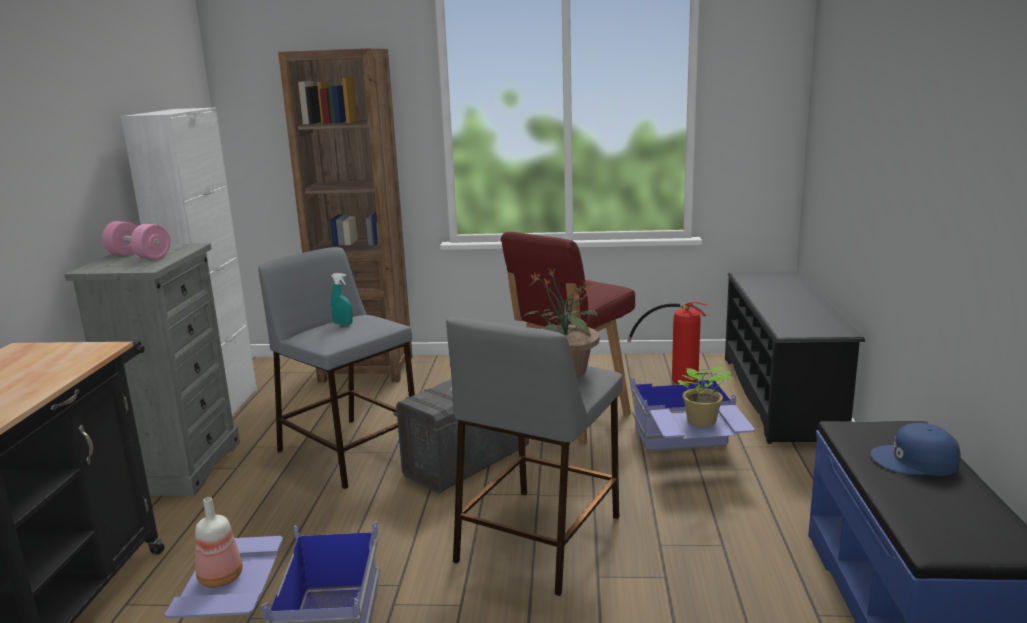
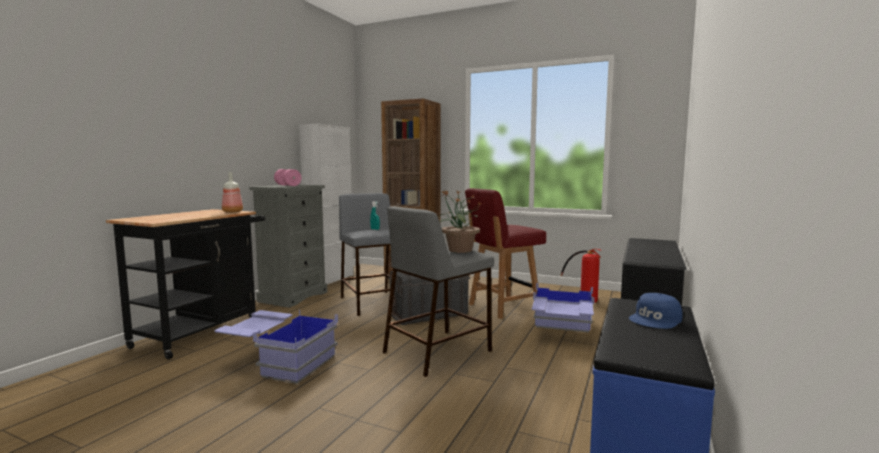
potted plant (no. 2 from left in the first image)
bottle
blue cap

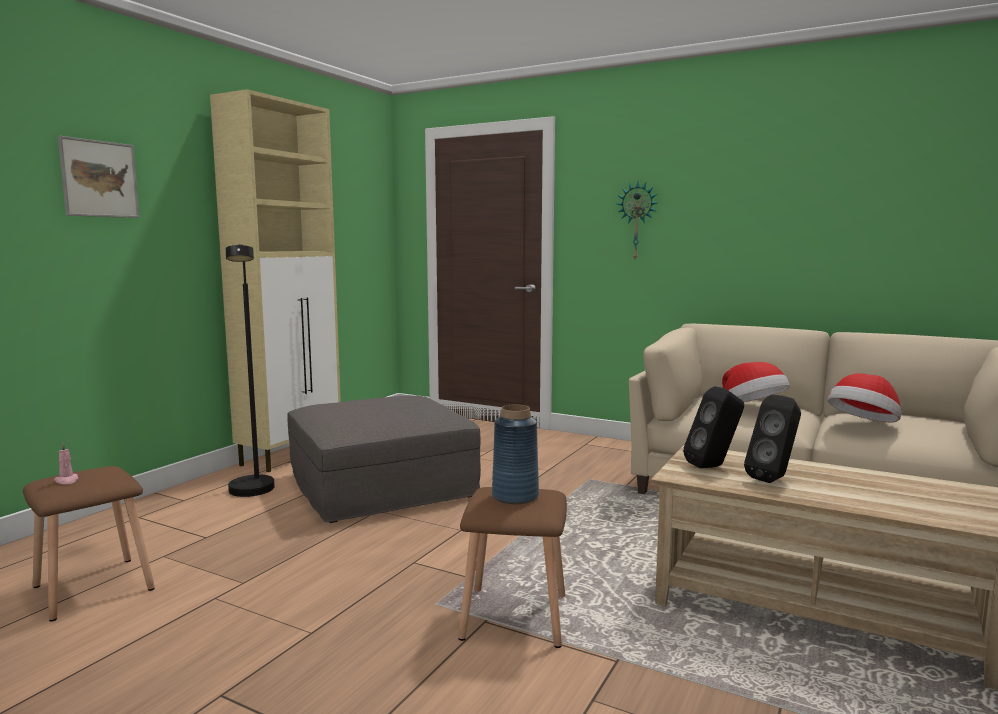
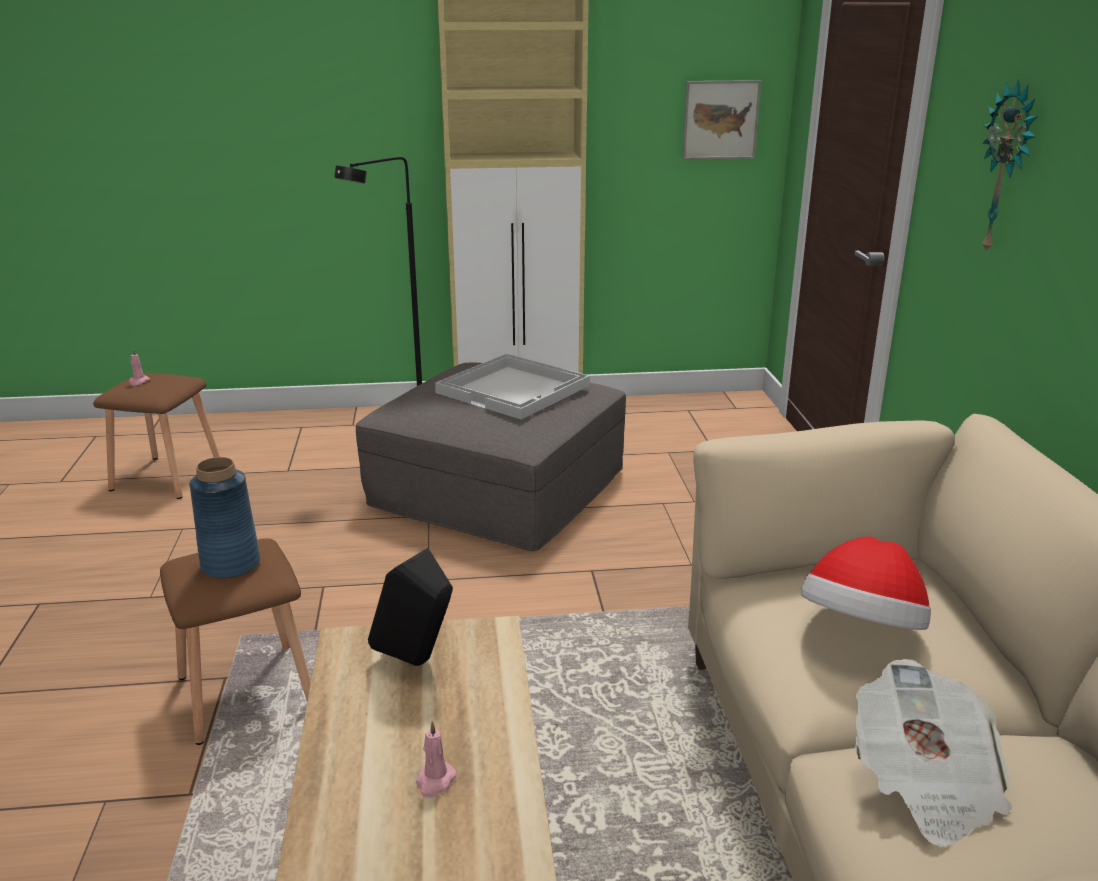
black speaker (no. 2 from left in the first image)
pink candle (no. 2 from left)
white tray
picture
newspaper

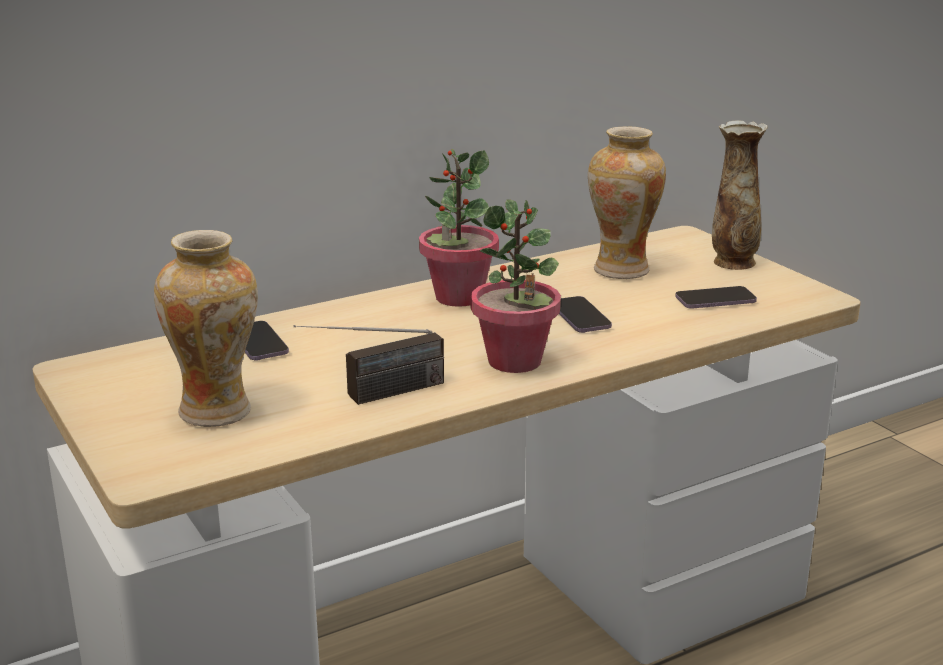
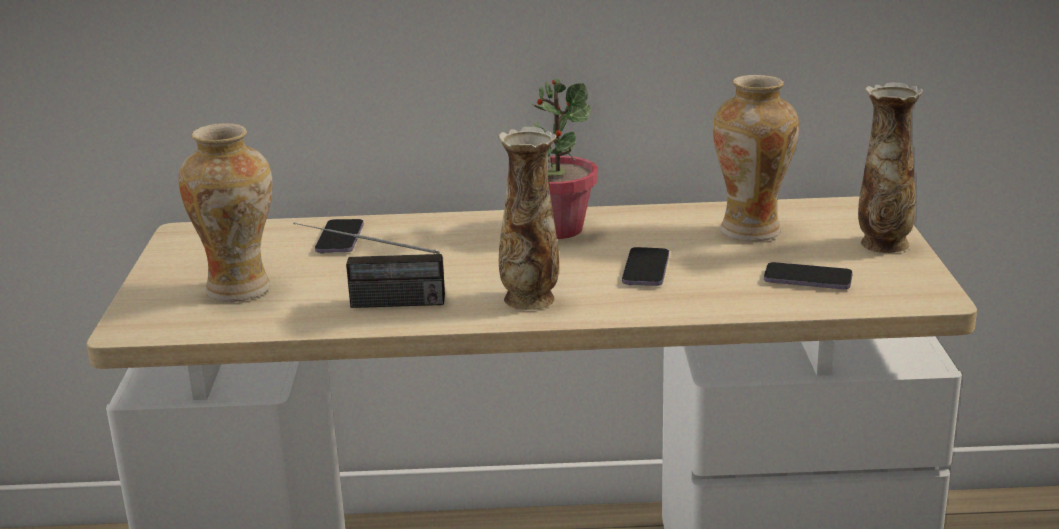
vase (no. 2 from left)

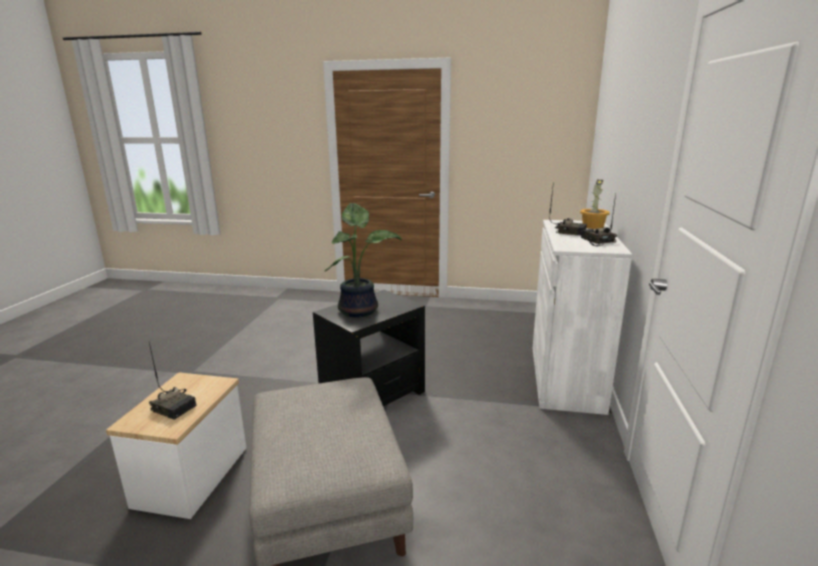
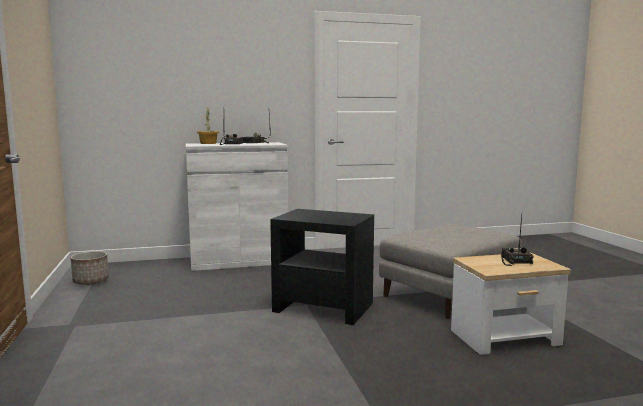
potted plant (no. 1 from left in the first image)
planter

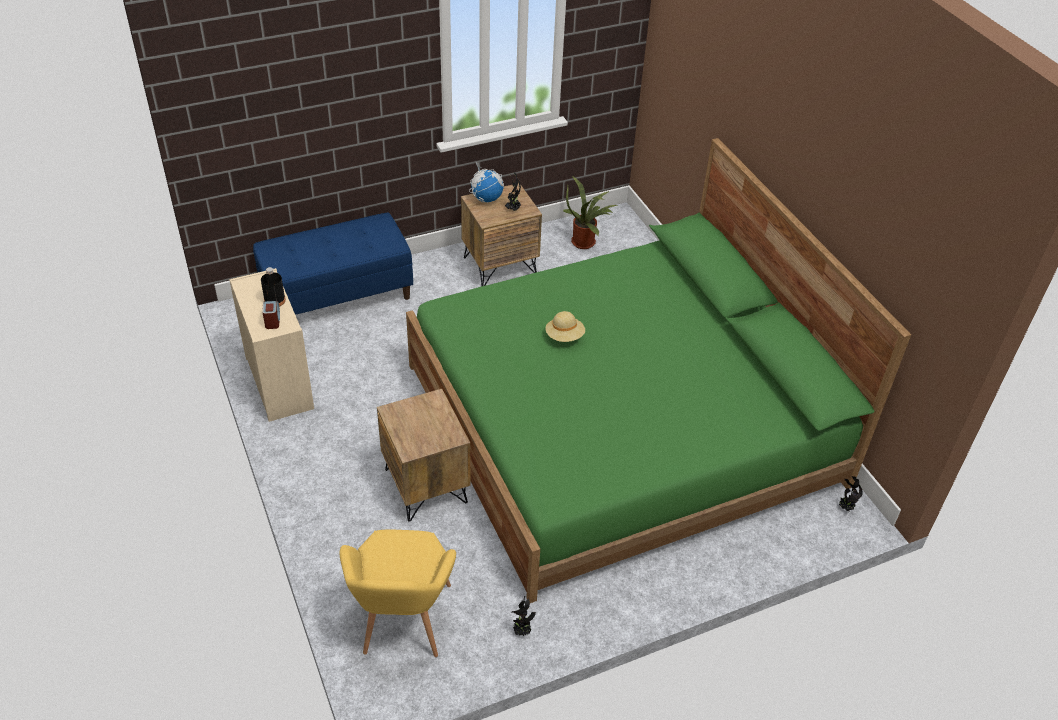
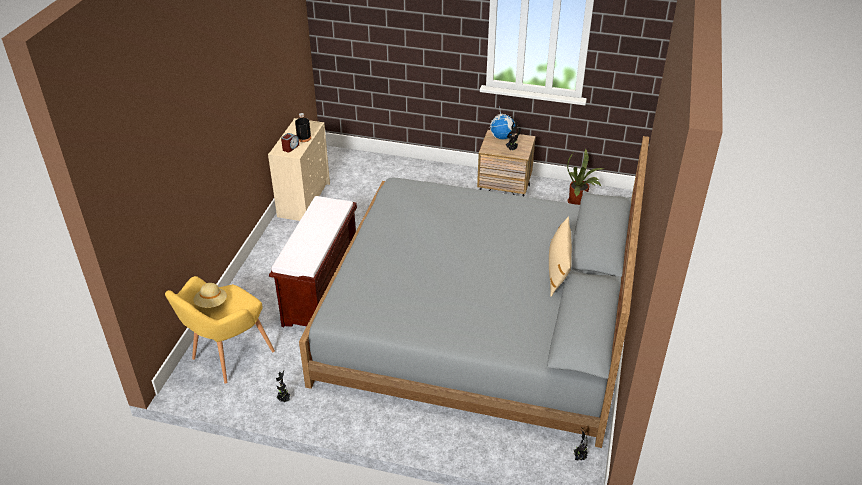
blue bench
beige pillow
beige hat
brown bench
grey bed

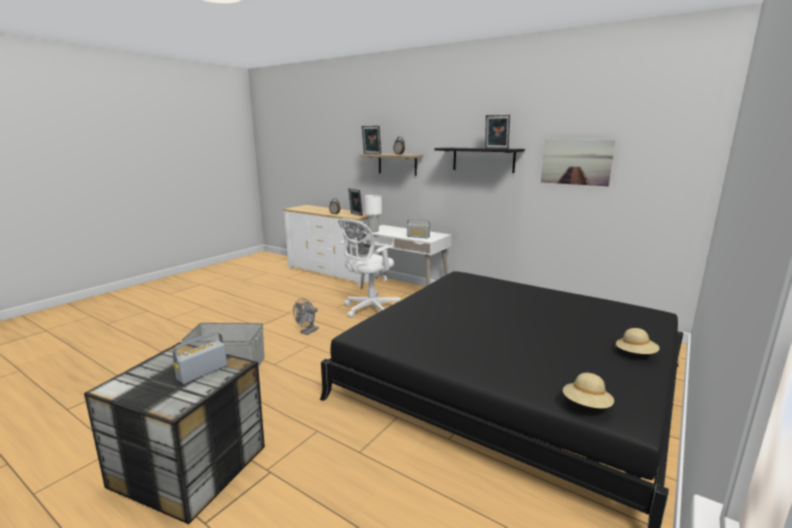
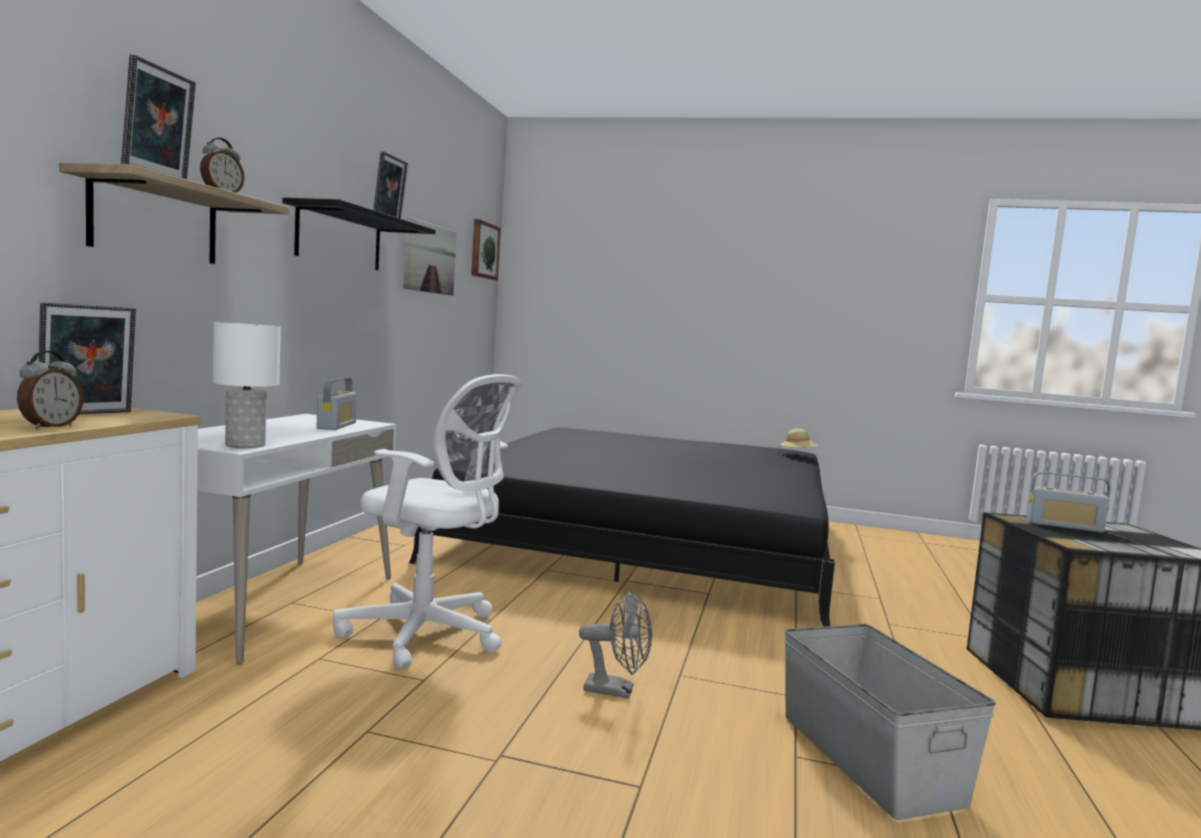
beige hat (no. 2 from left in the first image)
picture (no. 2 from left)

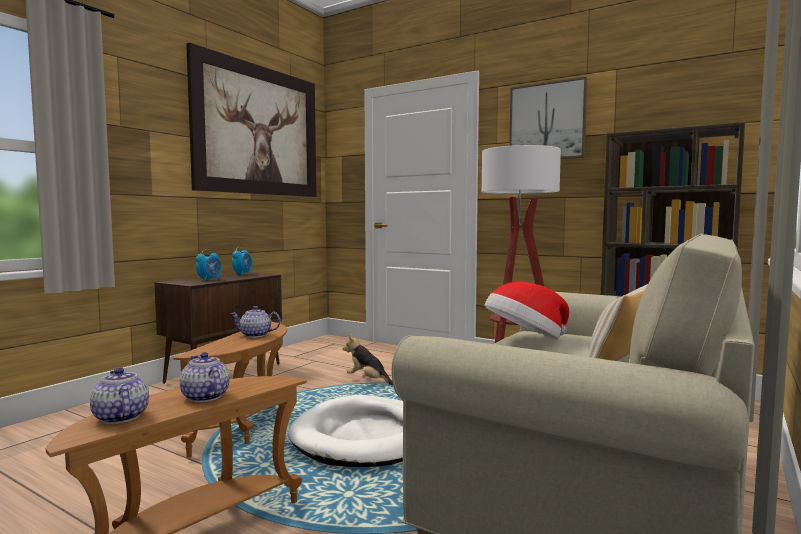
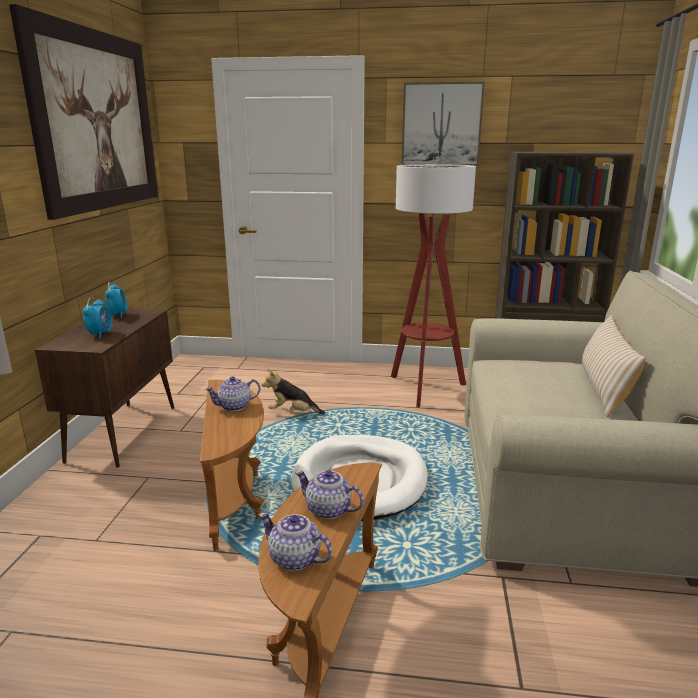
hat

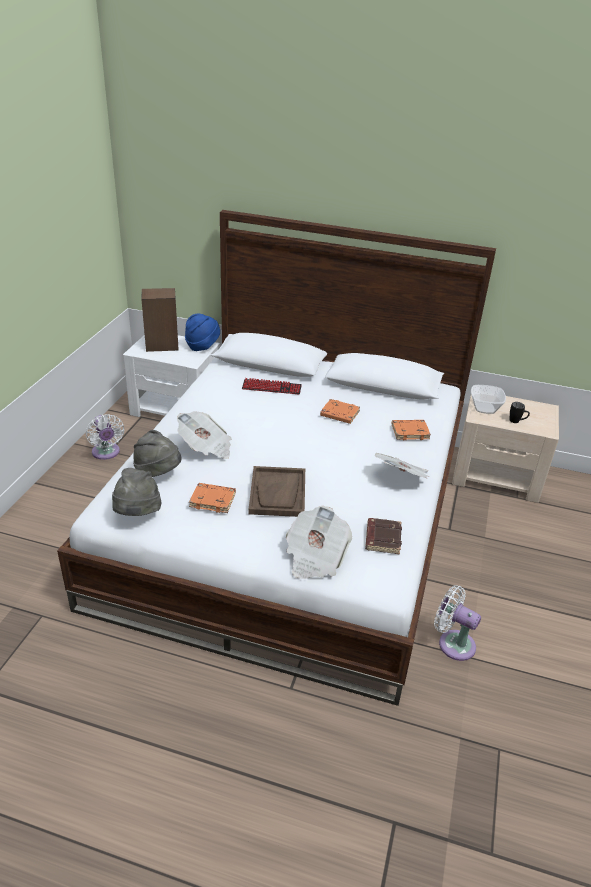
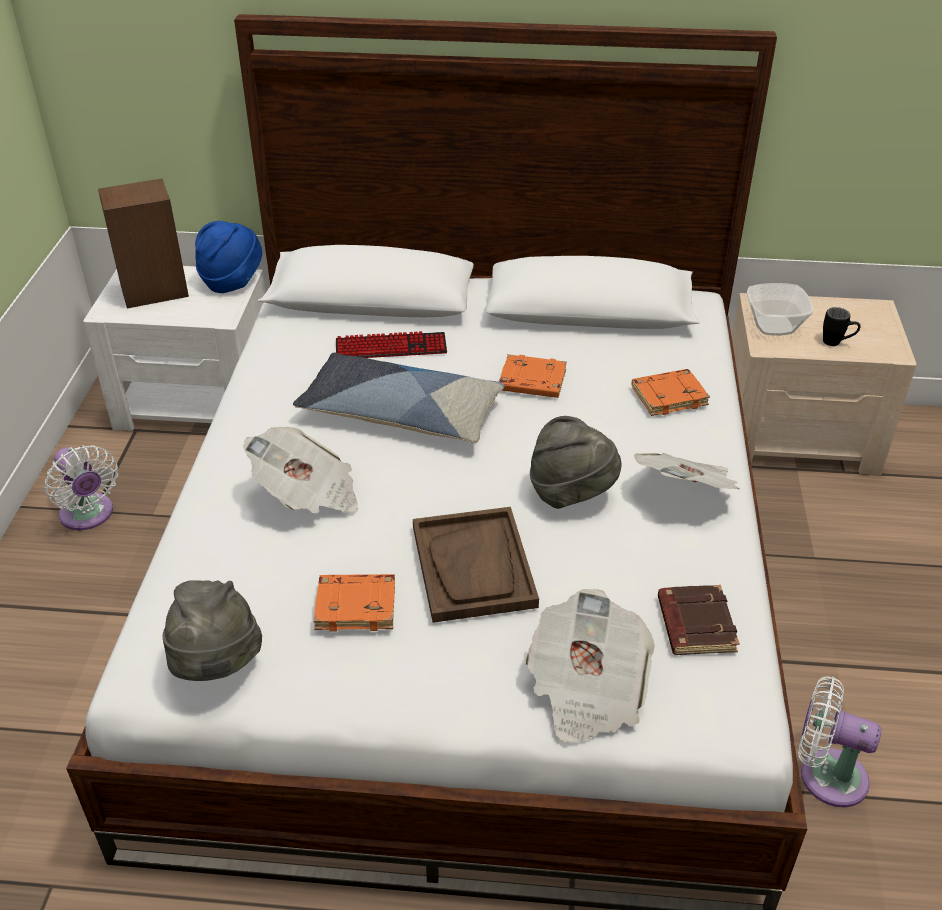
pillow
grey hat (no. 2 from left)

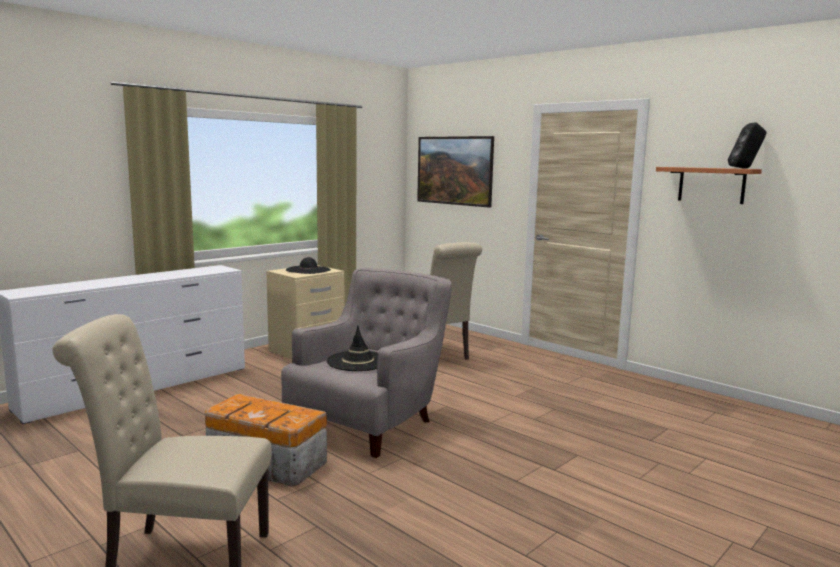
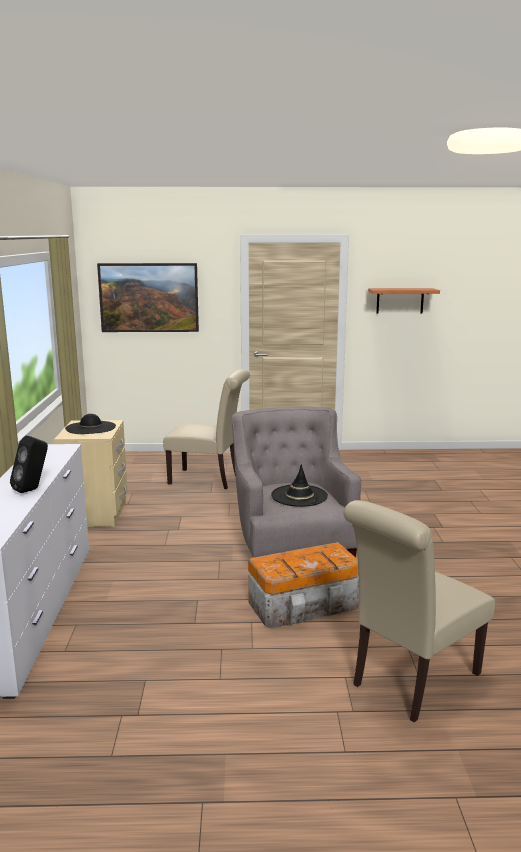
black speaker

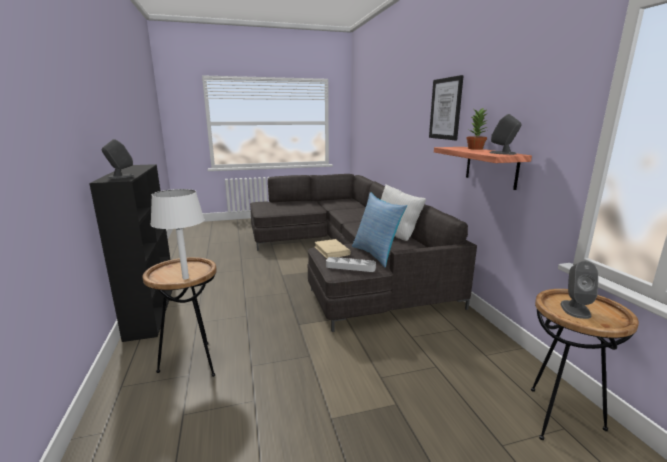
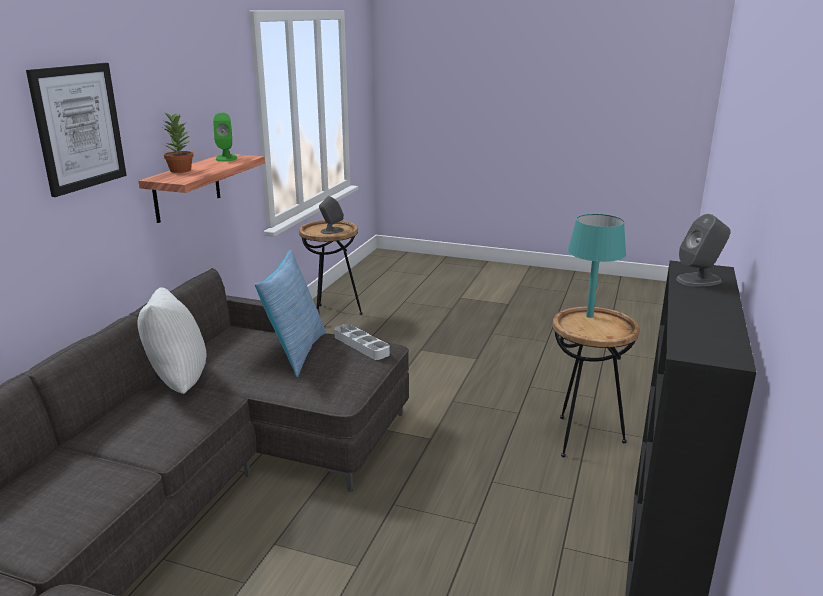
beige book
turquoise table lamp
green speaker

